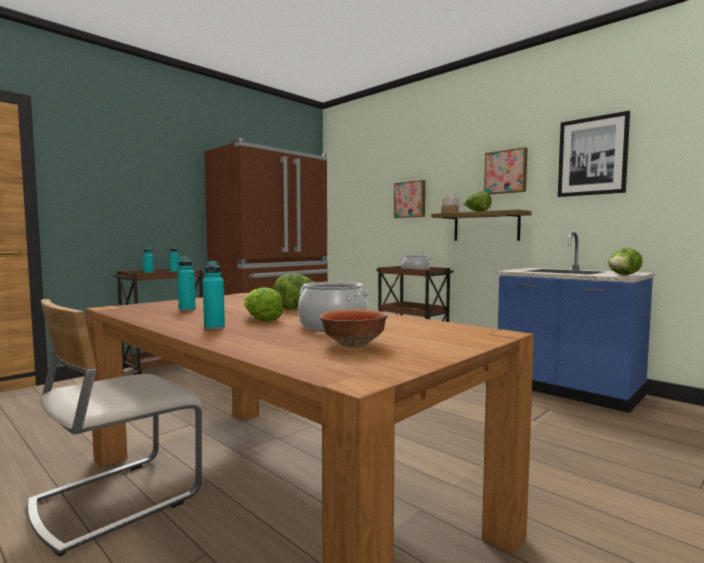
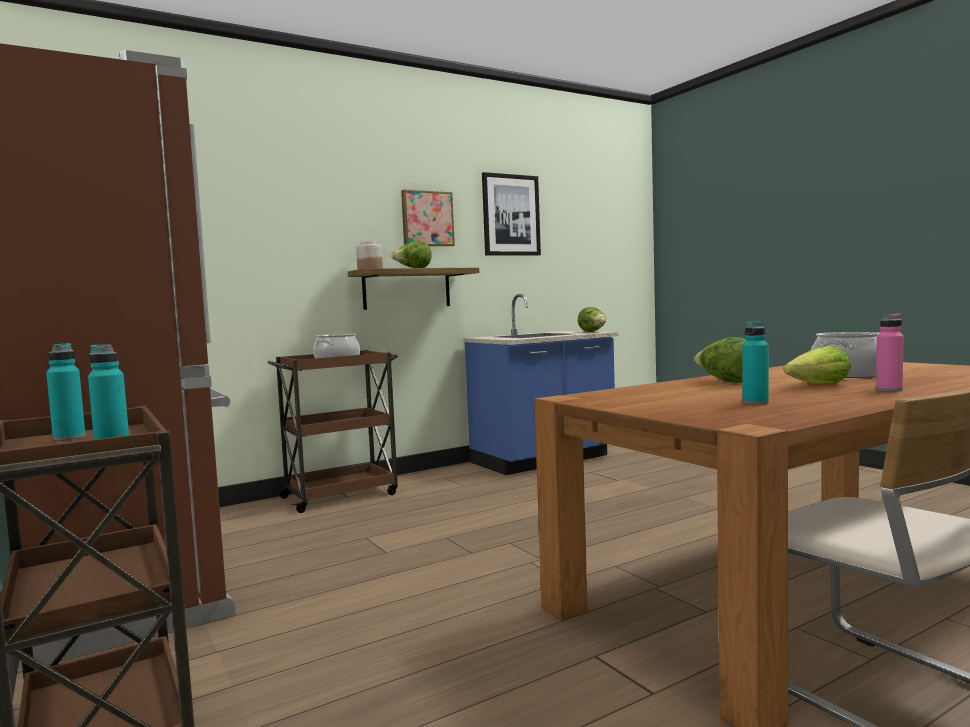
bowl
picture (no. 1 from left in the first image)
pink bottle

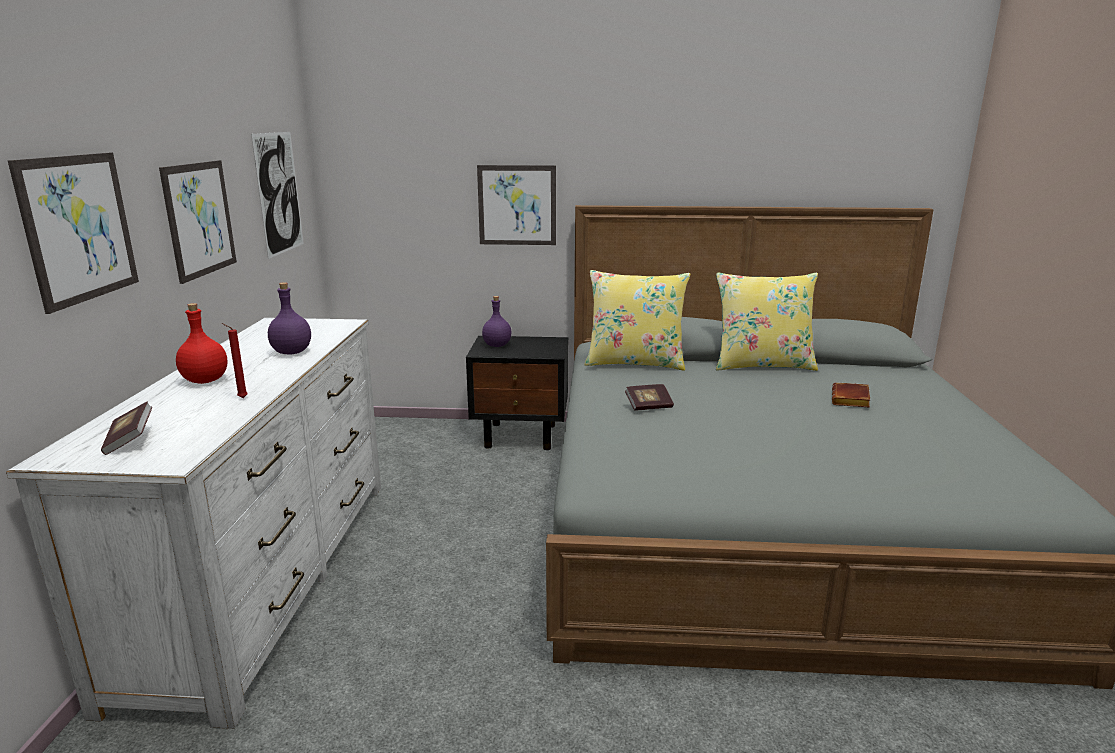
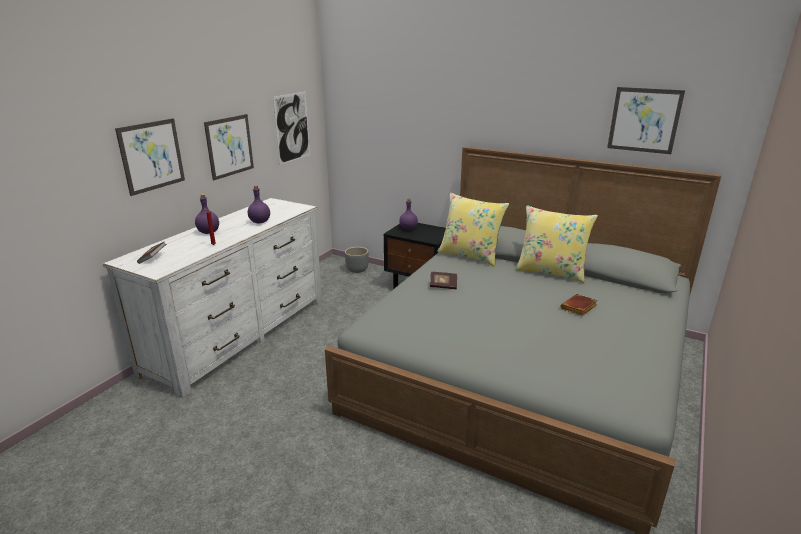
grey planter
picture (no. 4 from left)
purple bottle (no. 1 from left)

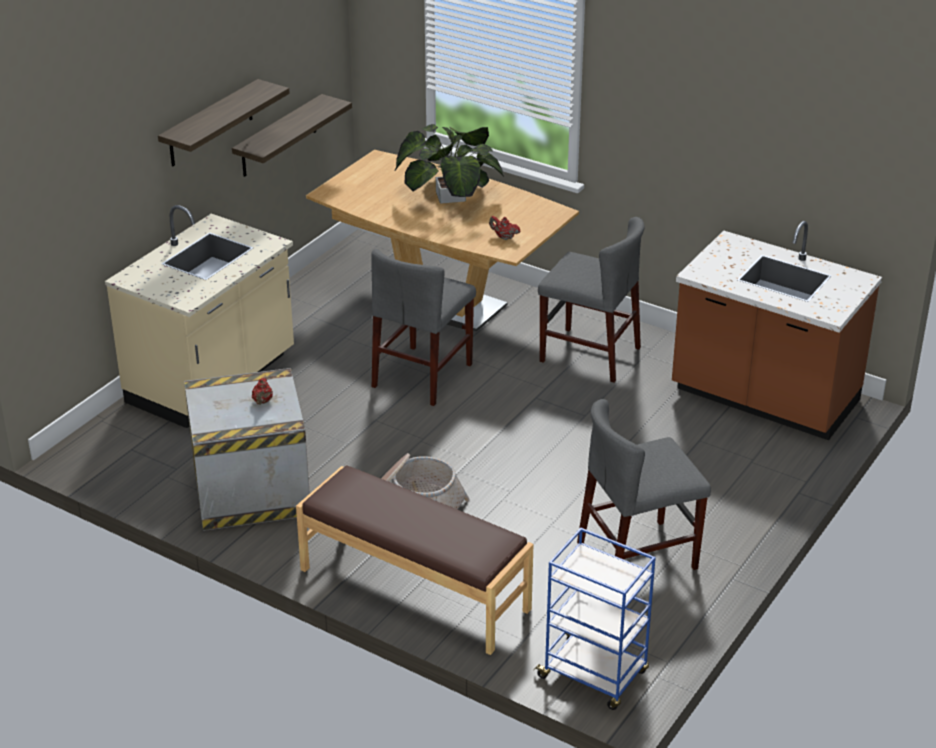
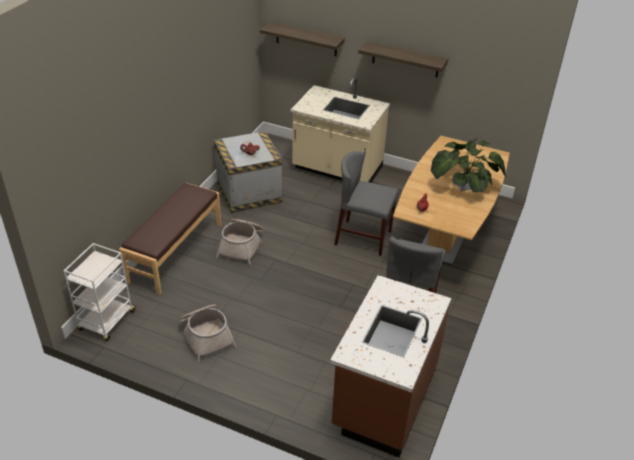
shelf (no. 1 from left)
basket (no. 1 from left)
white cart

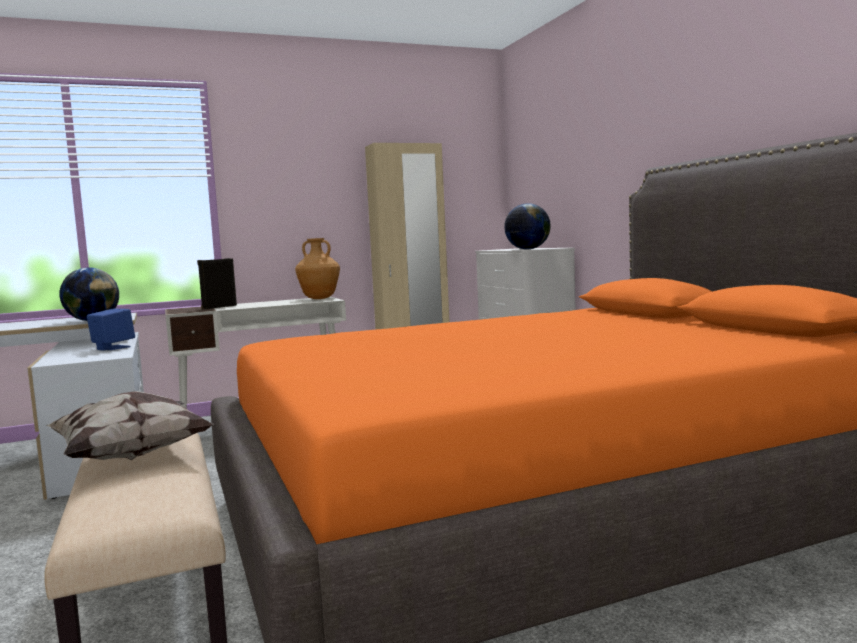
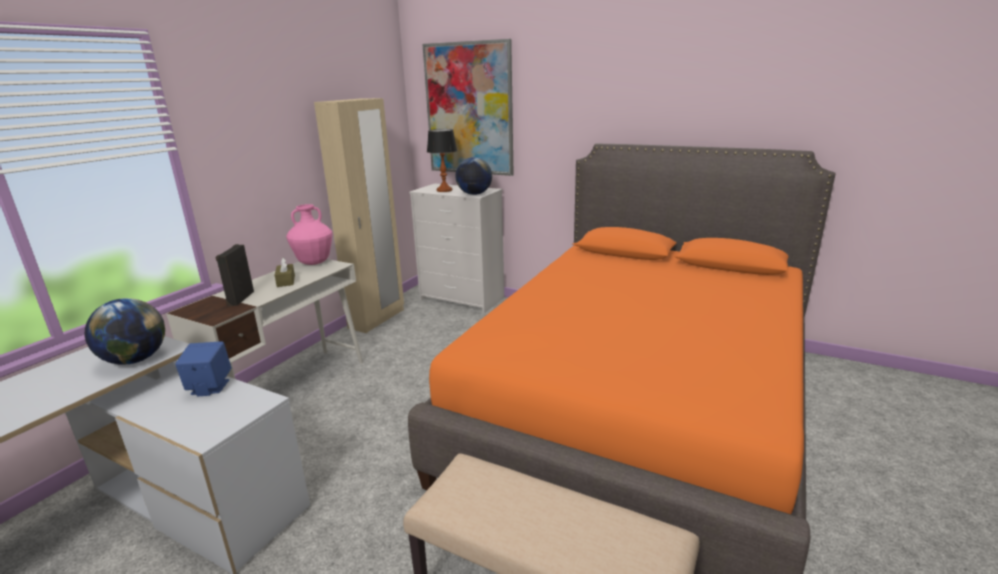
pillow
brown tissue box
picture
table lamp
pink vase

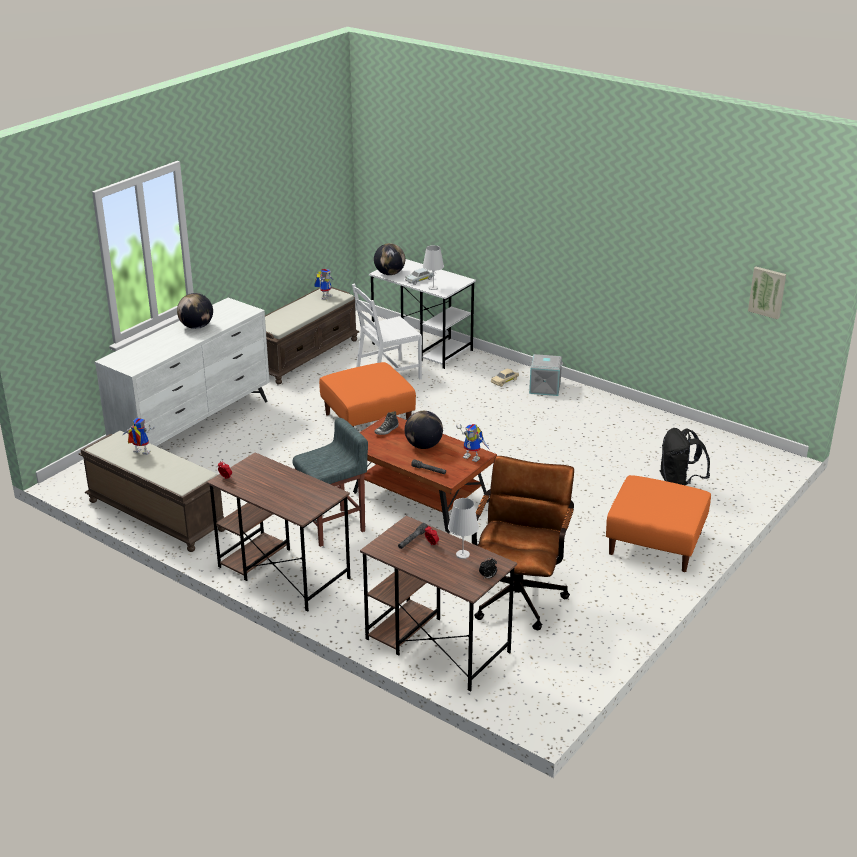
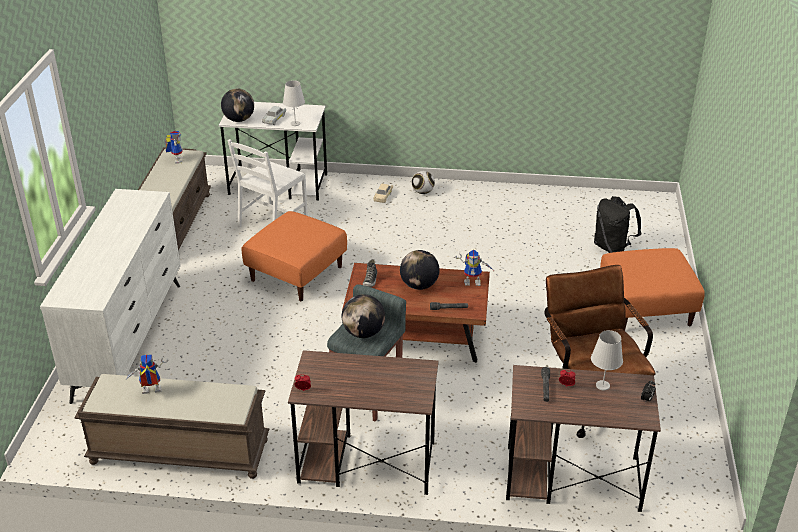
picture
globe (no. 2 from left)
football

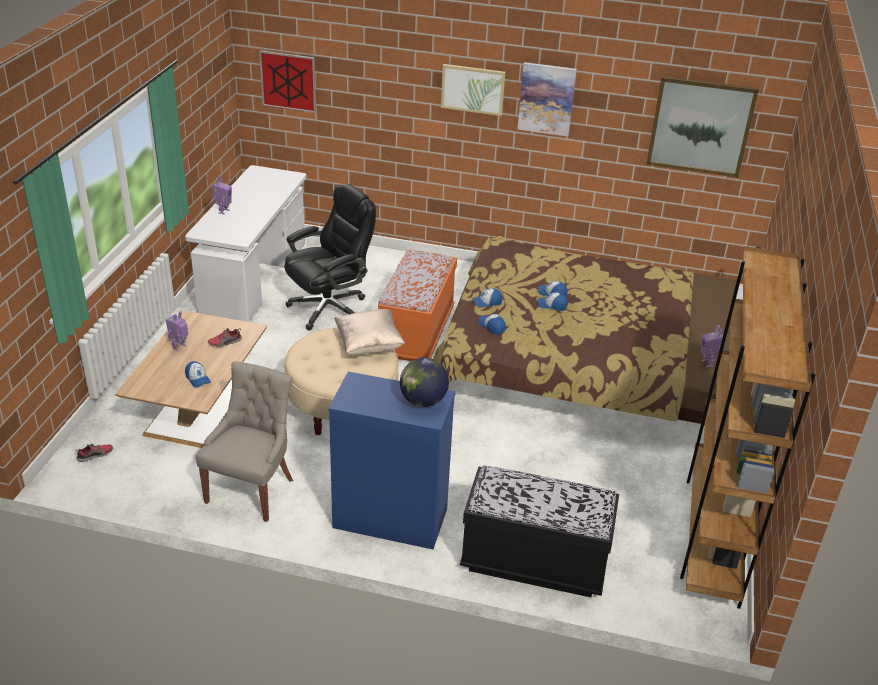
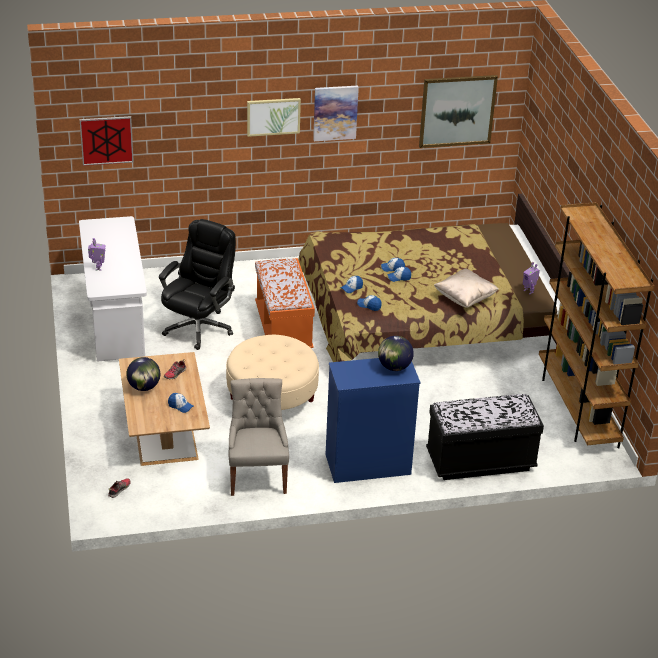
beige pillow
globe (no. 1 from left)

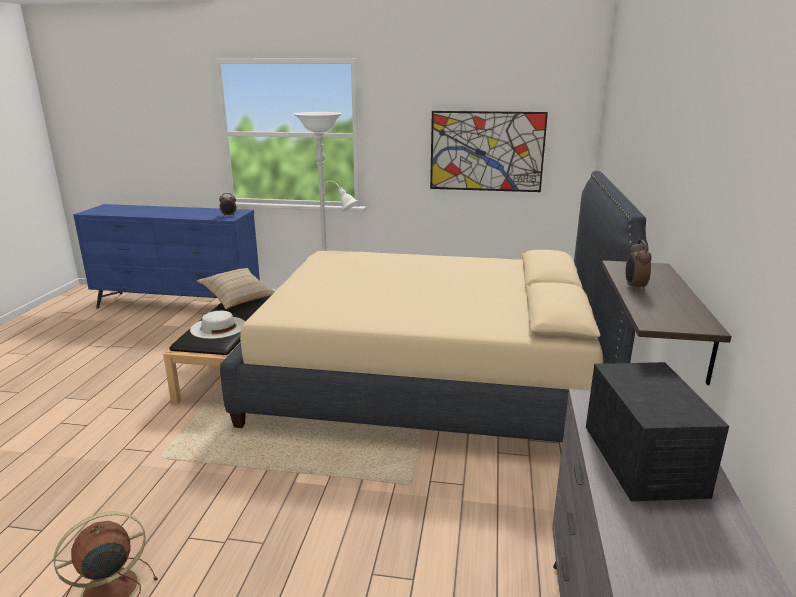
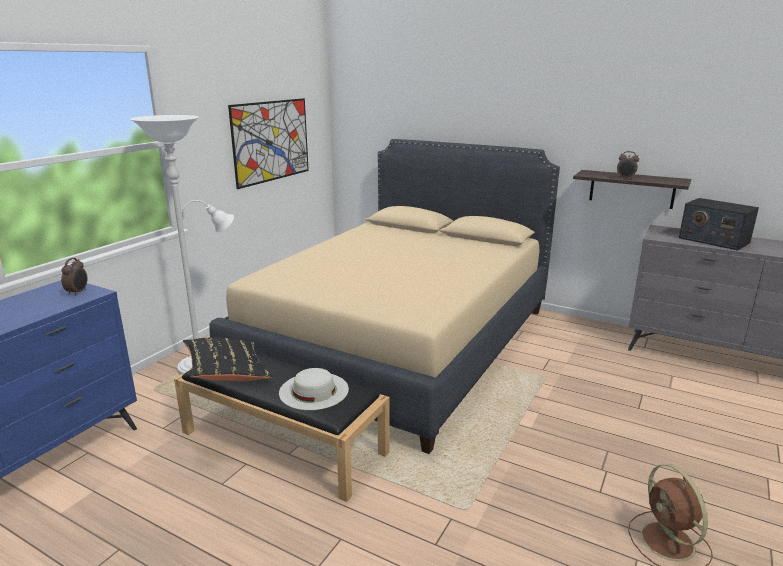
black pillow
radio

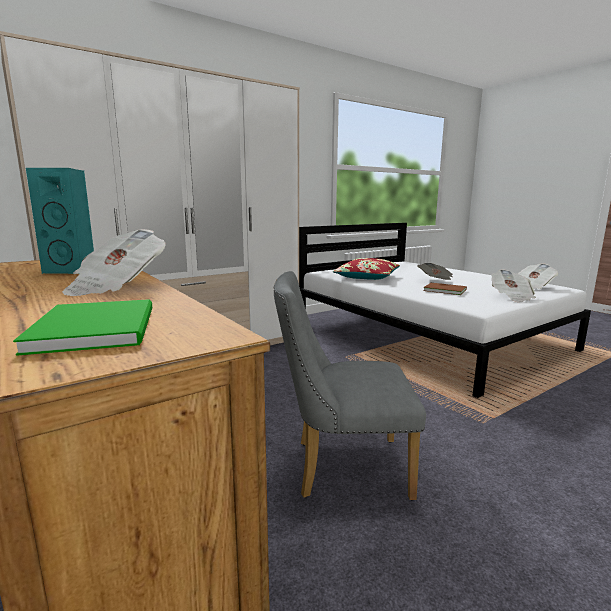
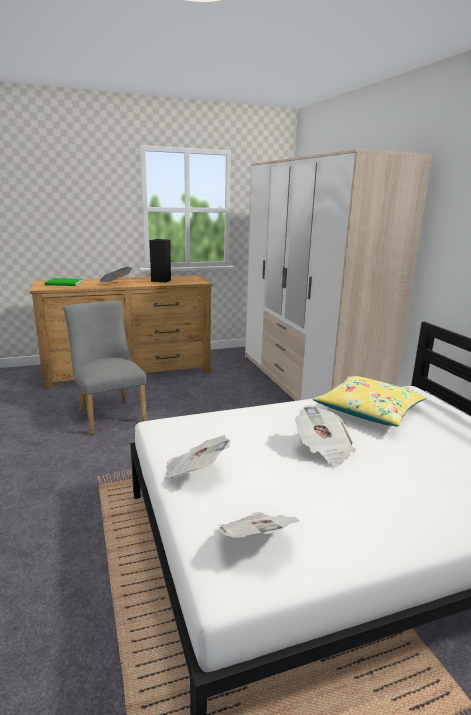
brown book
black speaker
yellow pillow
grey chair

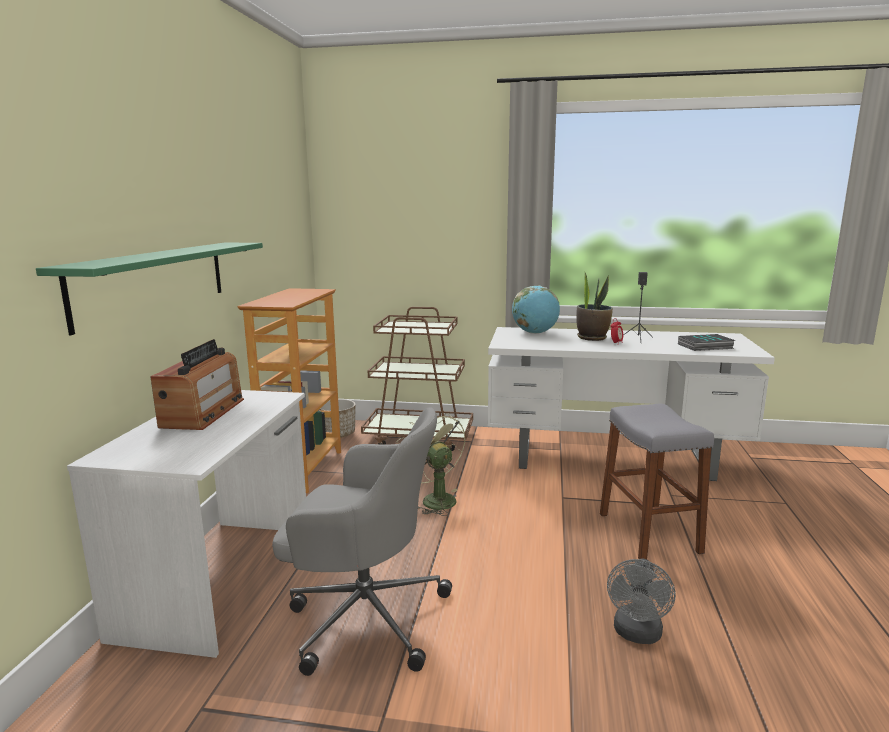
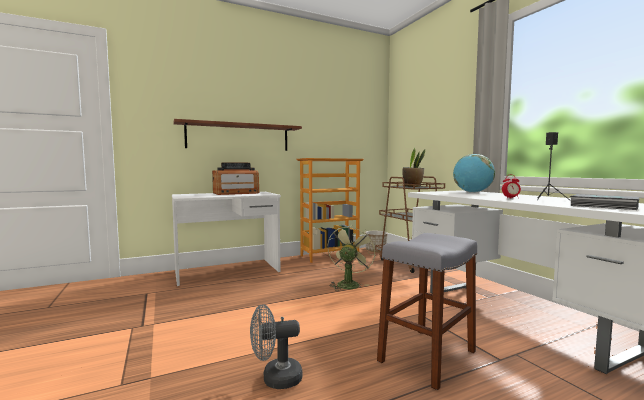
grey office chair
potted plant
brown shelf

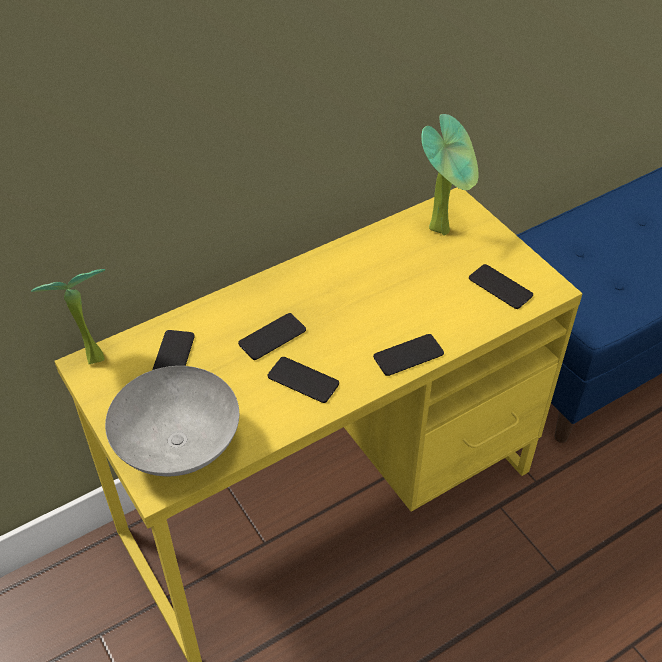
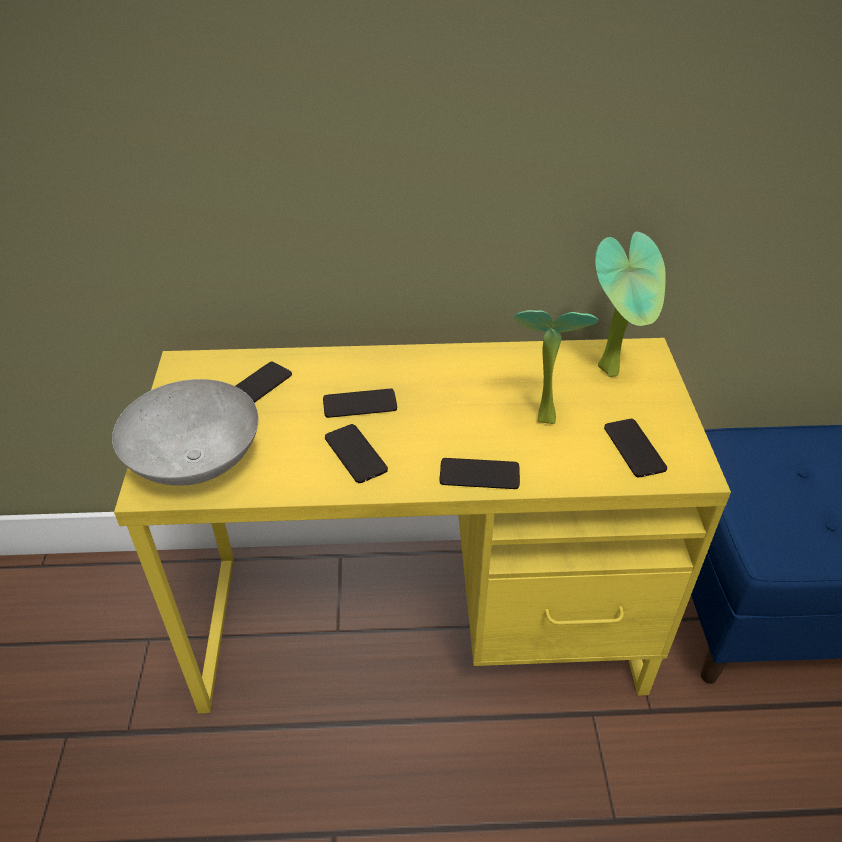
potted plant (no. 1 from left)

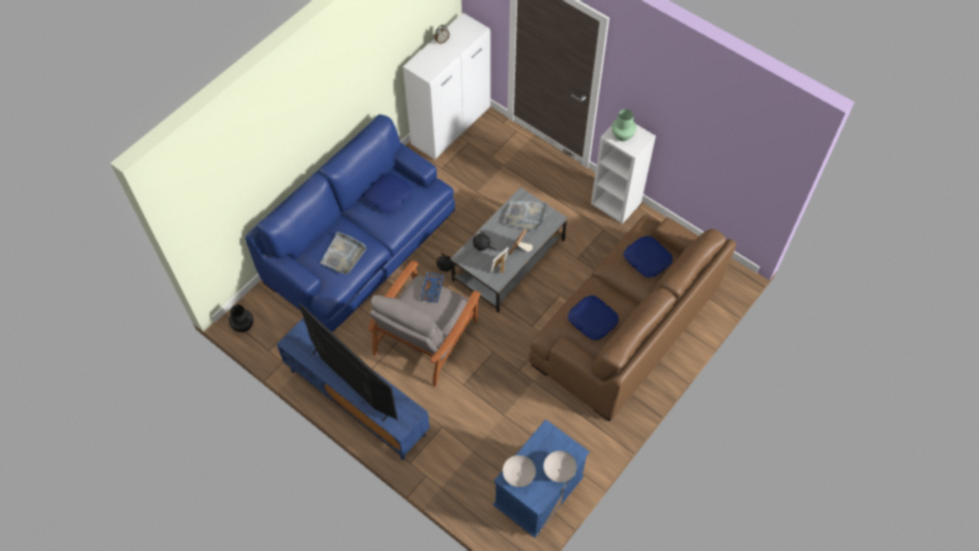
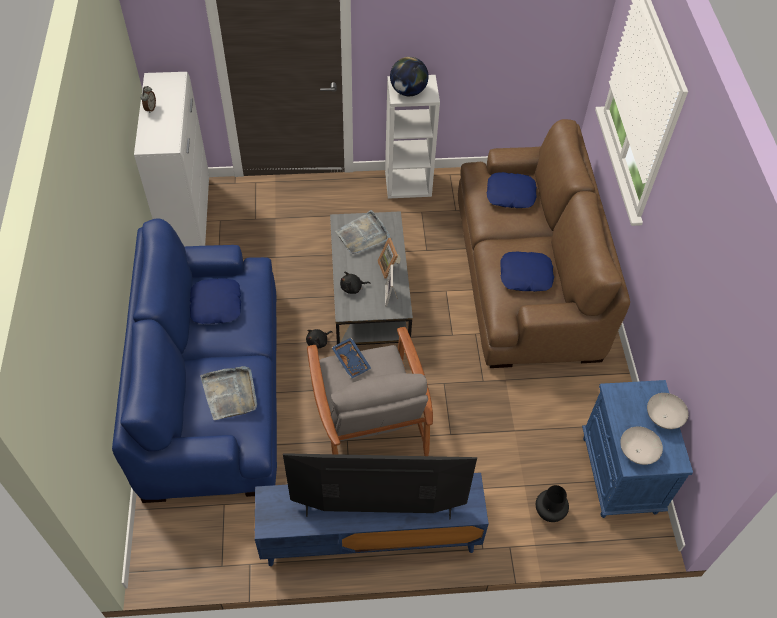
black vase
globe

